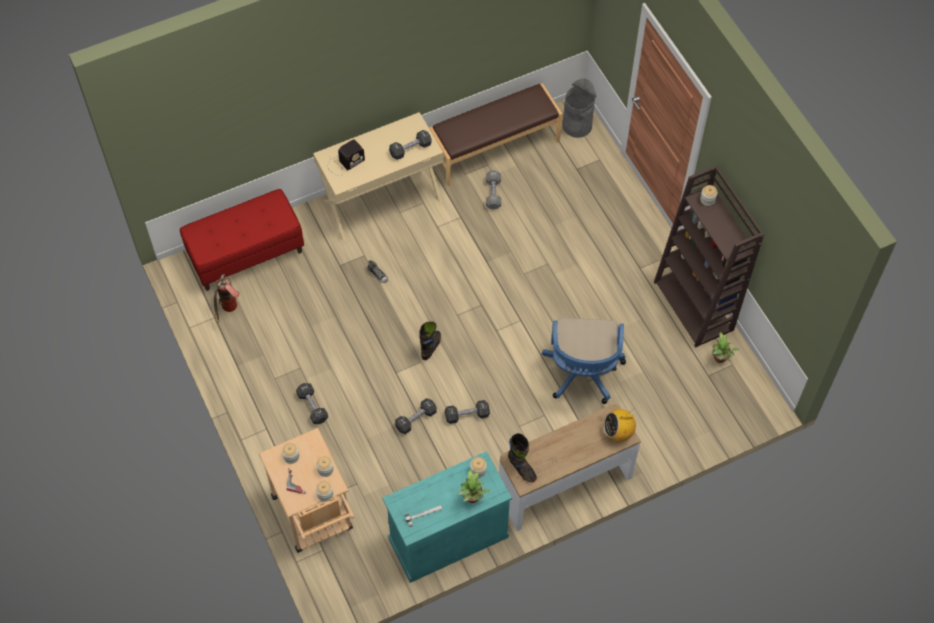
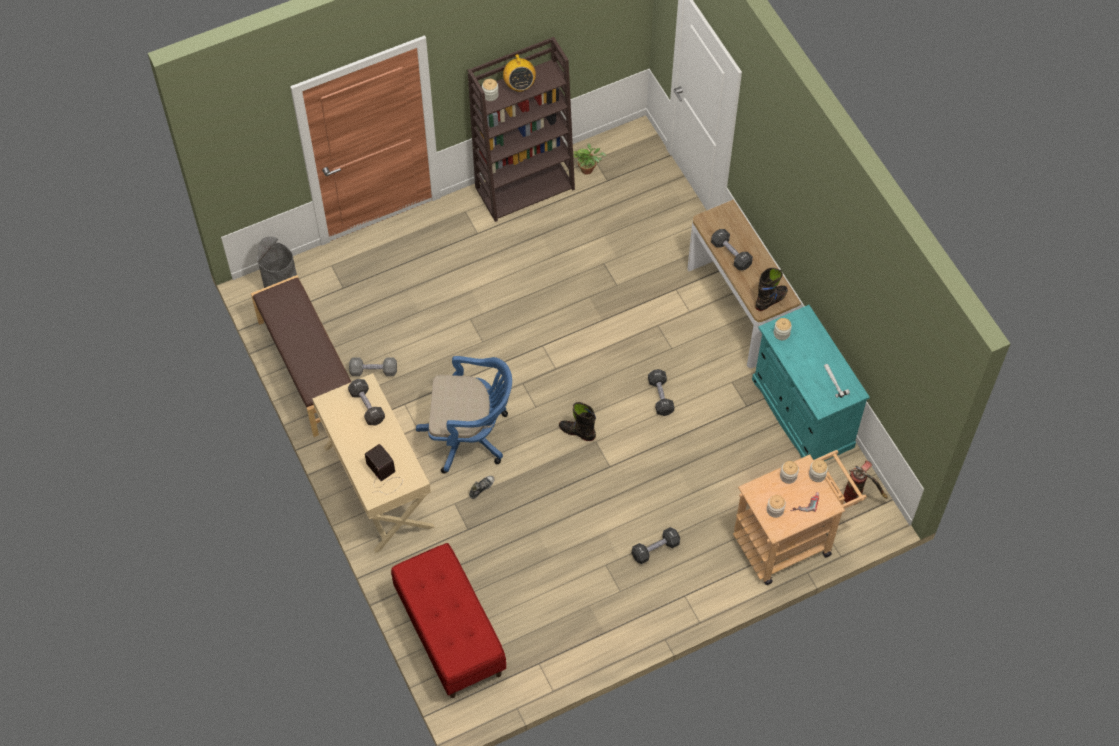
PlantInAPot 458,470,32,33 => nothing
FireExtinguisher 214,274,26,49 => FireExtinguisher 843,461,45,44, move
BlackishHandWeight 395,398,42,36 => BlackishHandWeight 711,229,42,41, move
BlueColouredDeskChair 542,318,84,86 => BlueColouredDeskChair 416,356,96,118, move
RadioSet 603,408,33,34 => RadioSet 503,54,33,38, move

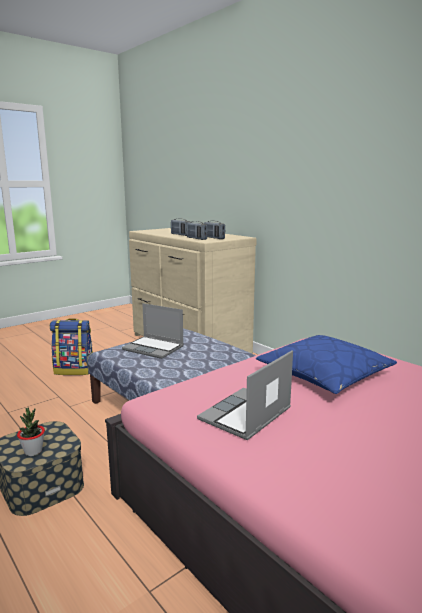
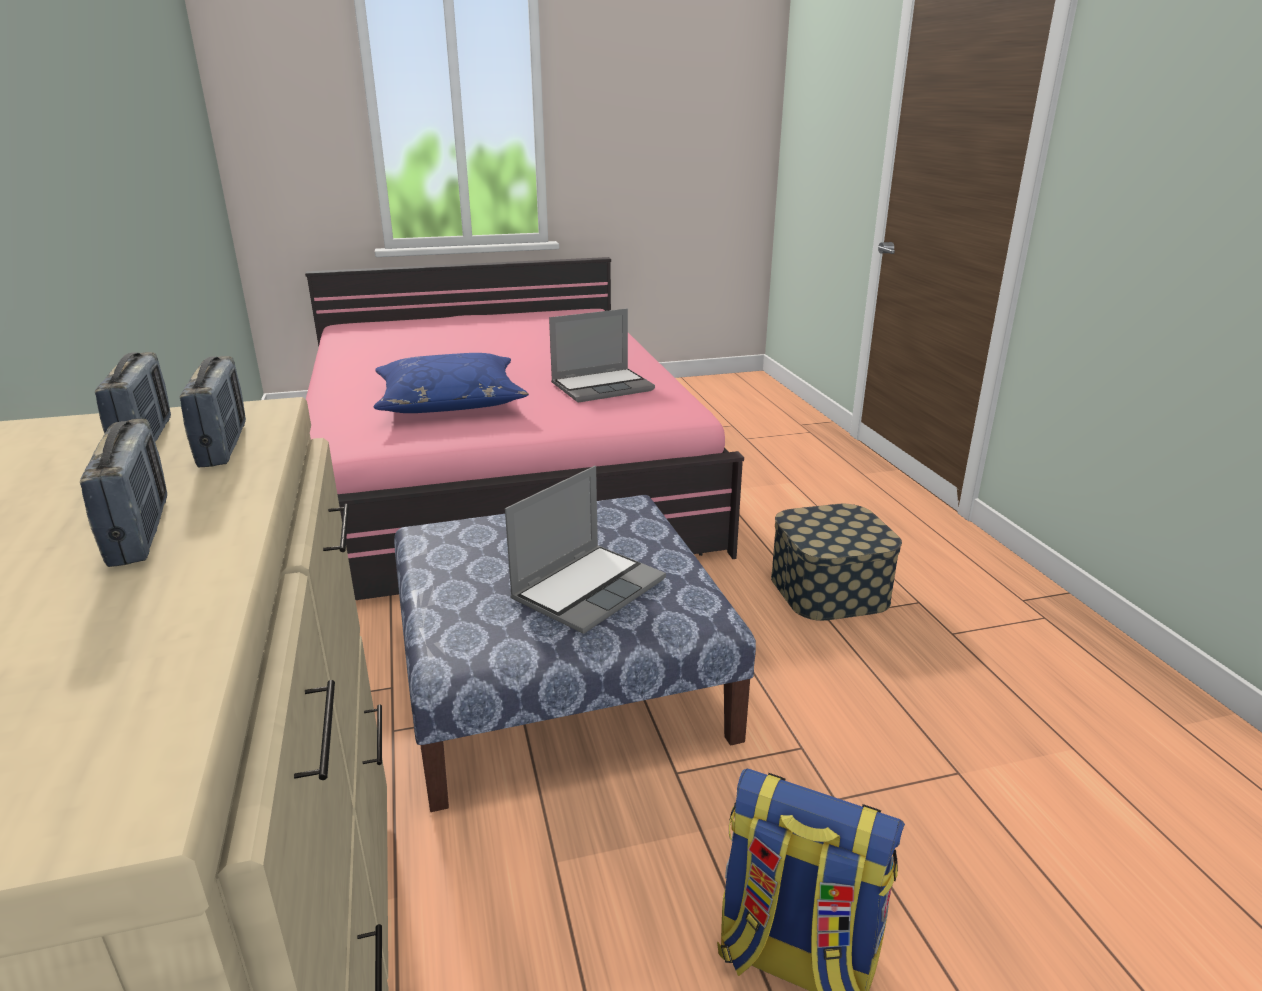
PlantInAPot 17,407,28,49 => nothing
PortableComputer 122,303,62,56 => PortableComputer 505,466,161,168, 75 degrees clockwise

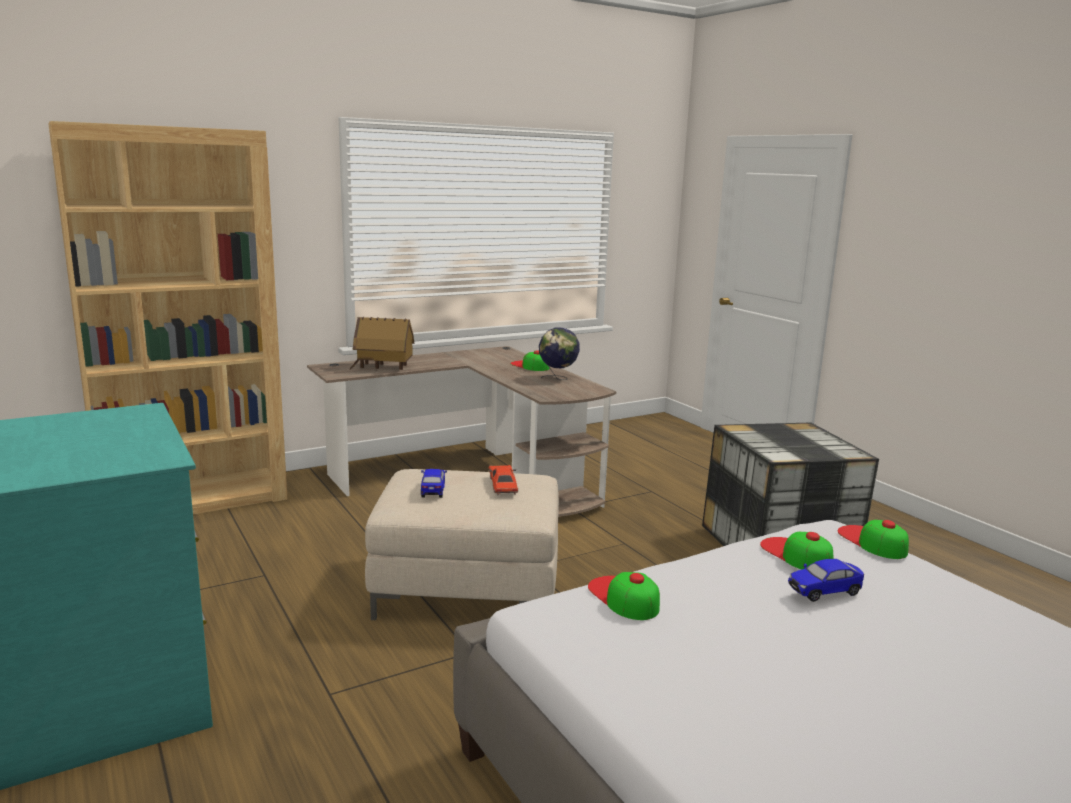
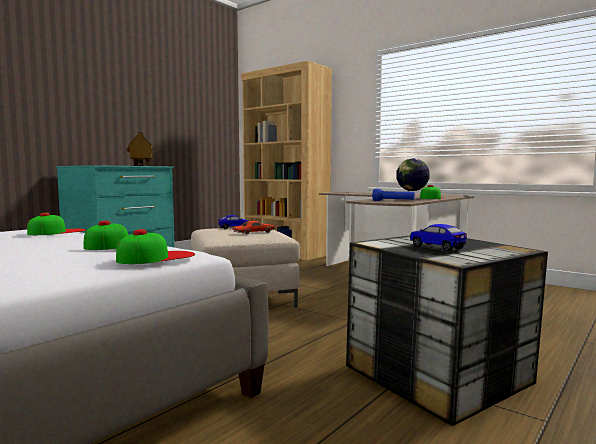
nothing => BlueColouredTorch 372,189,43,12
ToyHouse 349,317,65,53 => ToyHouse 126,132,29,34, move
ToyCar 788,559,76,43 => ToyCar 410,224,57,27, move

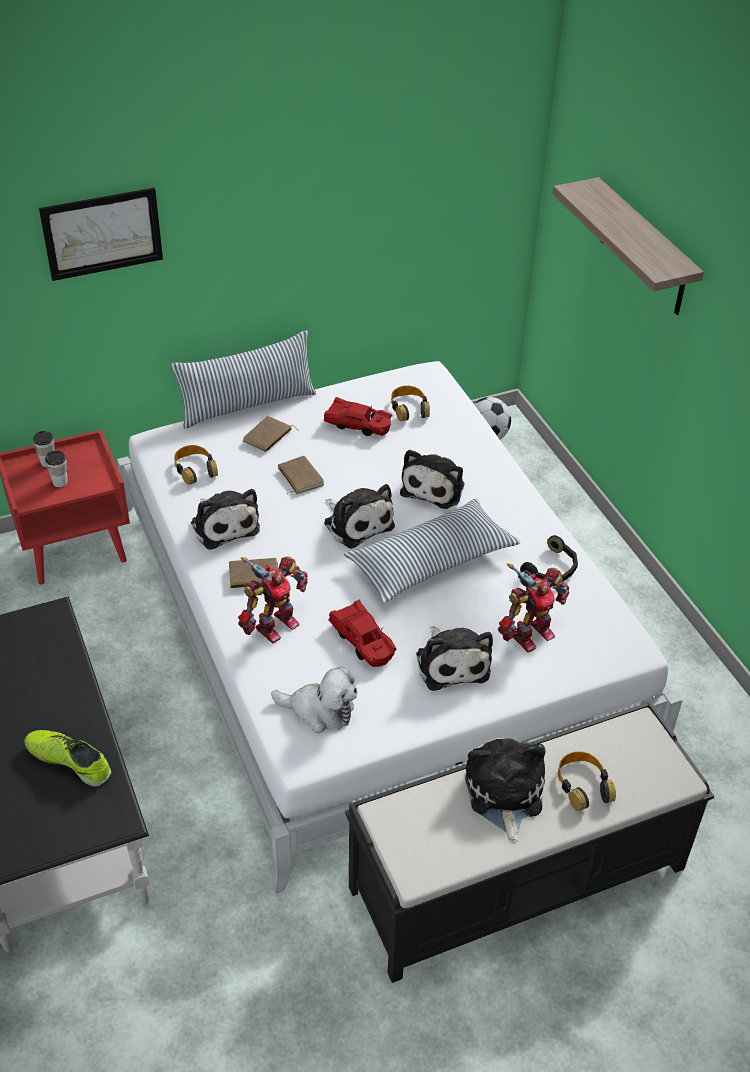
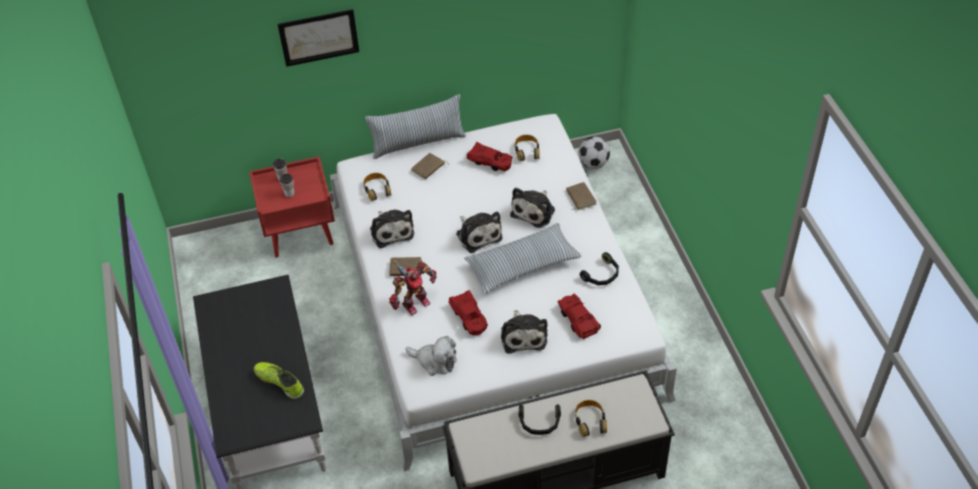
Shelf 552,177,152,138 => nothing
BrownColouredVolume 278,456,46,38 => BrownColouredVolume 566,182,31,28, move
PlushToy 465,738,81,106 => BlackishHeadphones 518,404,43,31
ToyRobot 498,563,72,90 => RedColouredToyCar 558,293,43,46

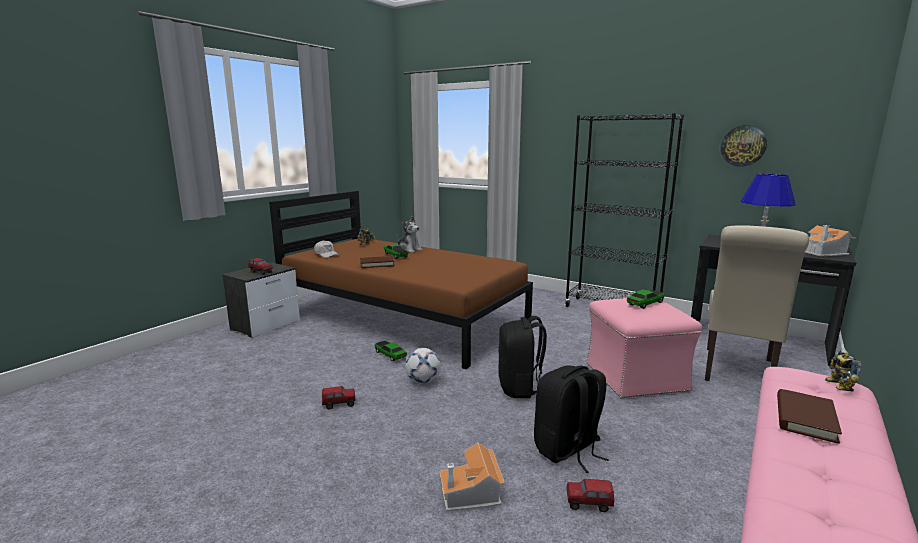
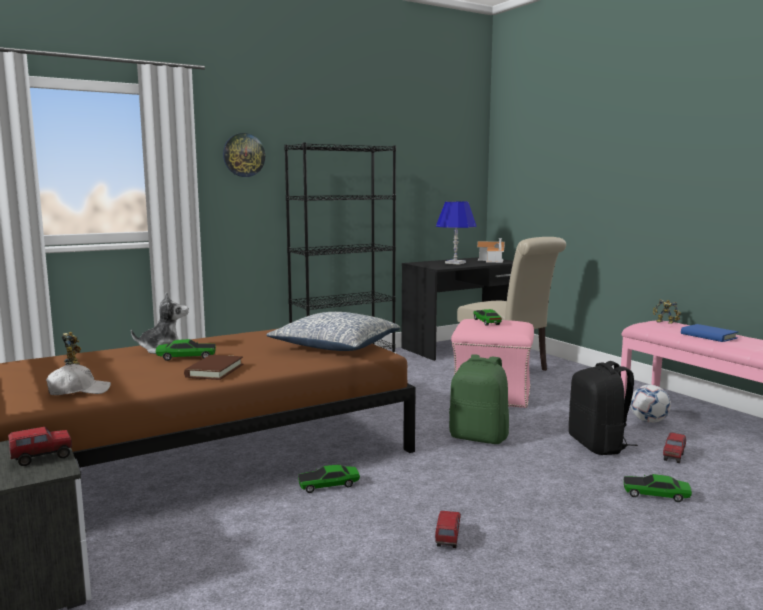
nothing => Cushion 266,312,134,39
FootballBall 405,348,36,36 => FootballBall 630,385,41,38, move
ClockOnTheWall 721,125,46,42 => ClockOnTheWall 223,133,42,44, move
ToyHouse 440,442,65,70 => ToyCar 624,474,68,28
BlackishKnapsack 498,316,49,82 => GreenishKnapsack 449,354,60,90
BrownColouredVolume 777,389,65,55 => BlueColouredVolume 681,324,57,18

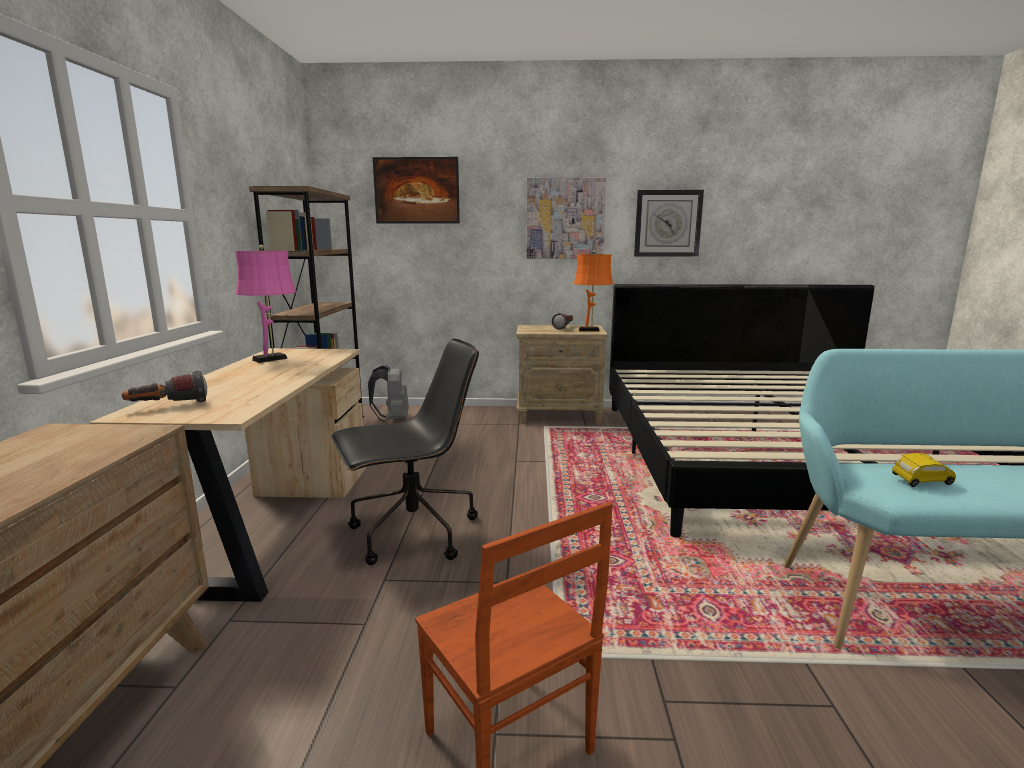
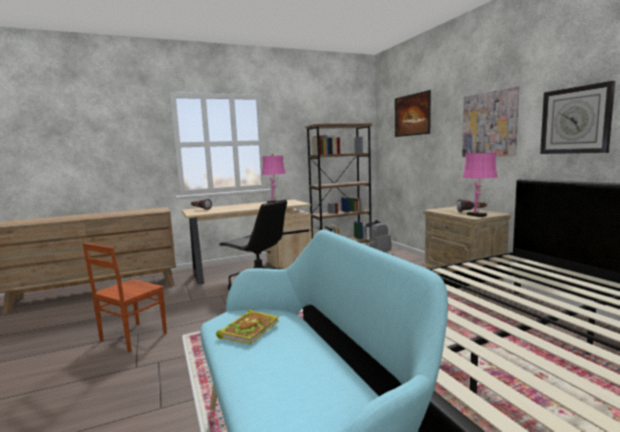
YellowToyCar 892,453,64,34 => Volume 216,309,63,36
OrangeColouredTabletopLamp 574,250,39,82 => PinkColouredTabletopLamp 462,150,36,67

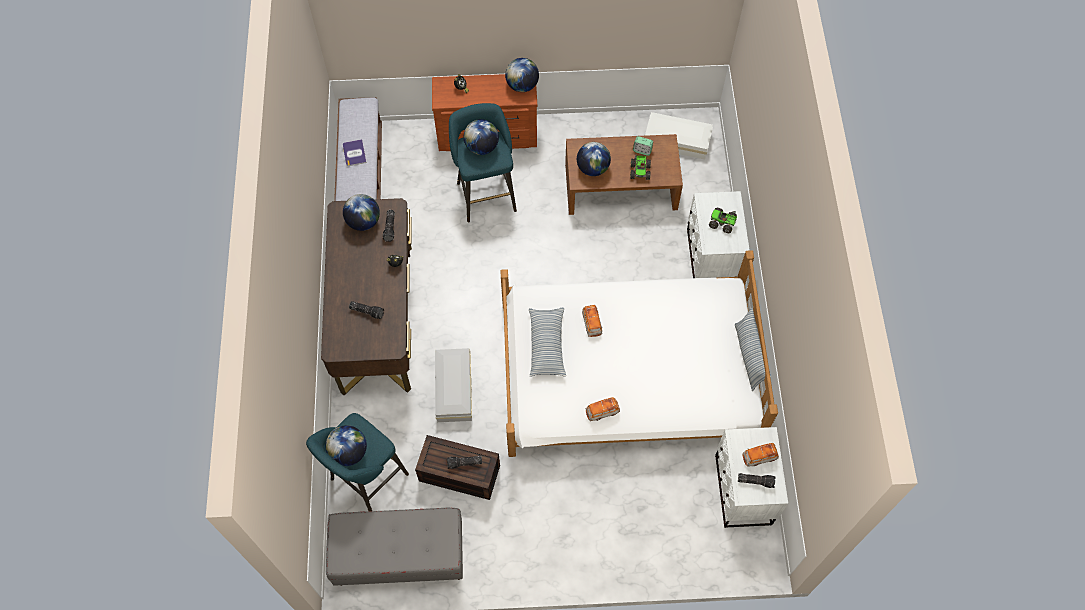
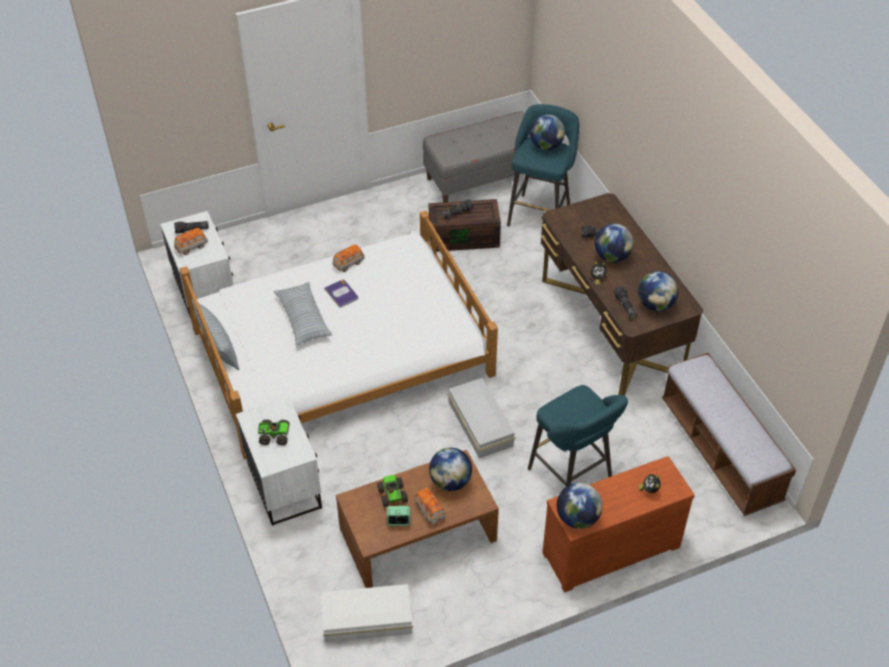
Volume 343,139,24,27 => Volume 324,280,34,28, move
WhiteColouredStorageBox 435,348,37,74 => WhiteColouredStorageBox 448,378,67,80, move
Globe 464,119,35,36 => Globe 594,224,40,38, move
Cushion 529,308,37,69 => Cushion 274,282,58,63, move
ToyCar 582,305,20,32 => ToyCar 414,488,32,37, move

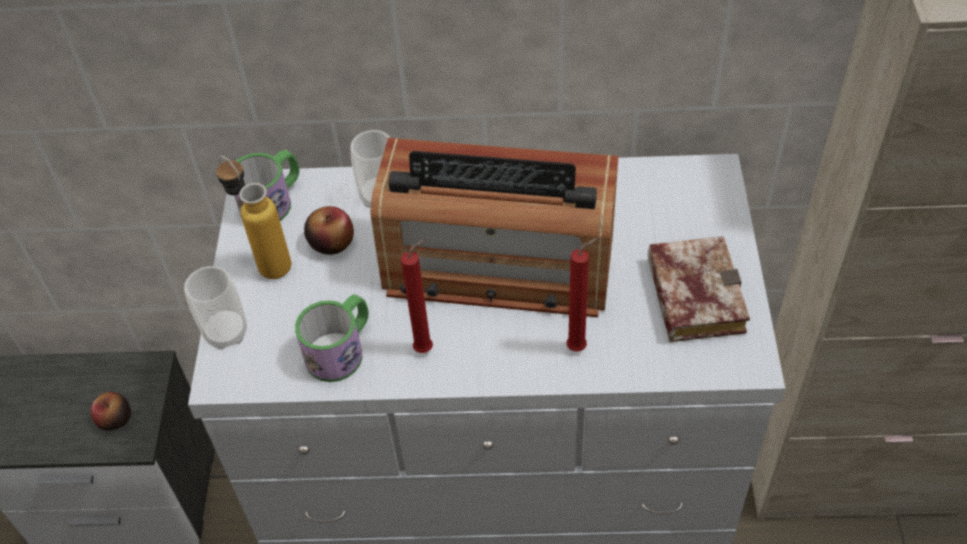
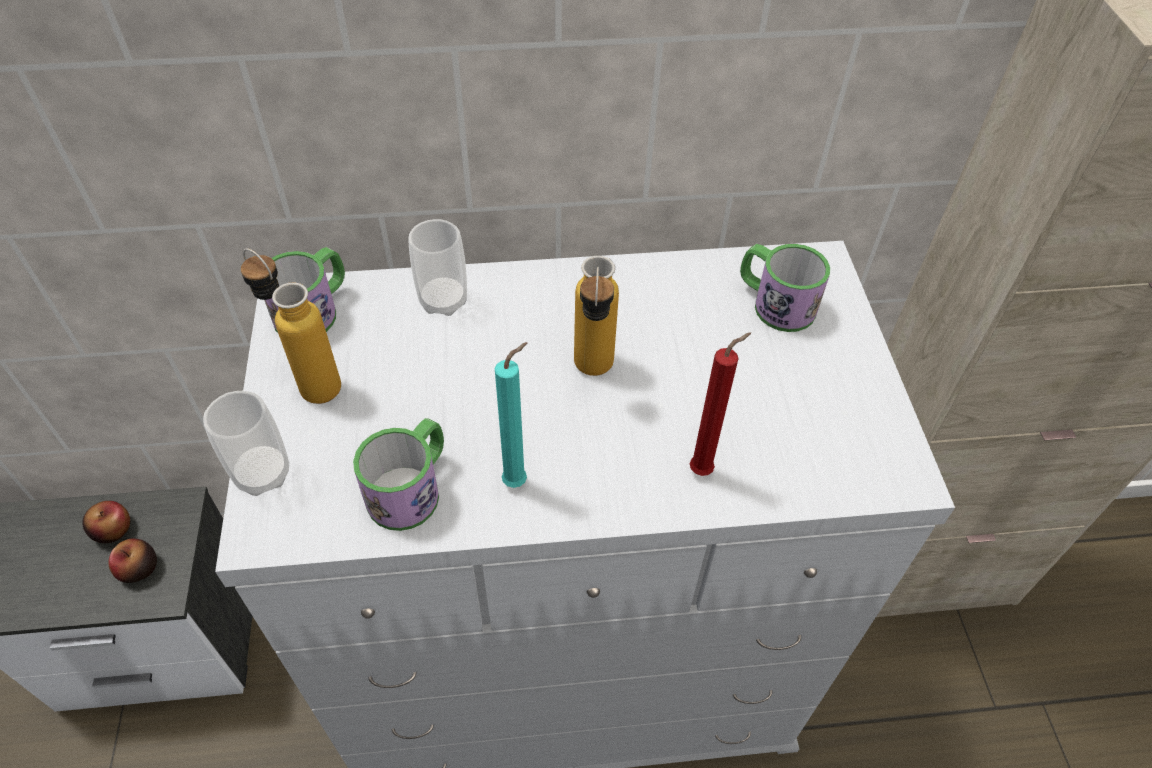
Volume 648,236,102,106 => nothing
nothing => TeaMug 740,244,90,88
WholeApple 304,206,50,49 => WholeApple 82,501,48,42, move
RadioSet 371,138,247,179 => BeverageBottle 574,256,45,120
RedColouredWaxCandle 401,239,32,114 => BlueGreenWaxCandle 495,342,33,146

